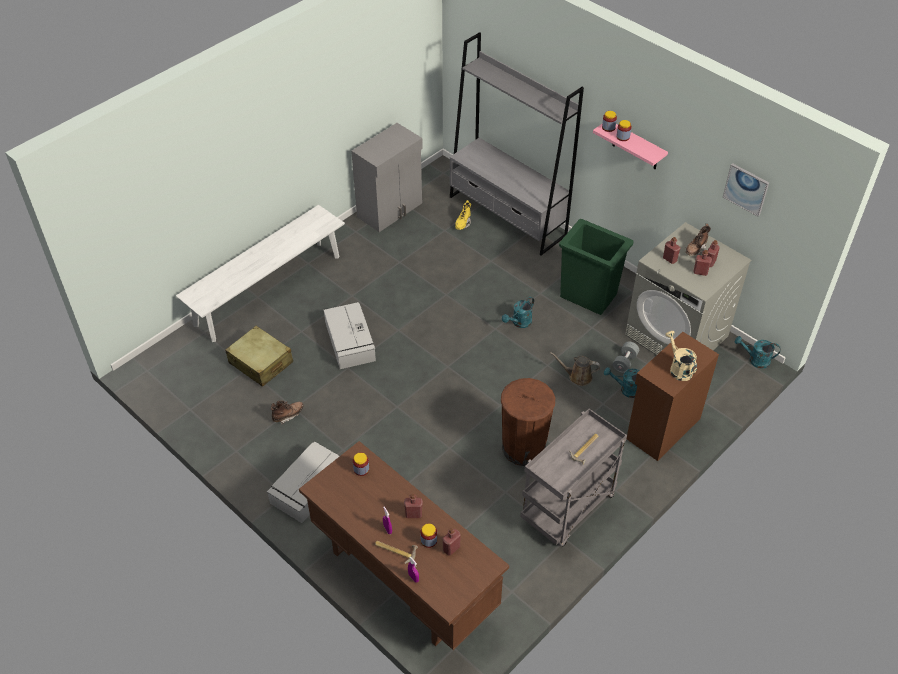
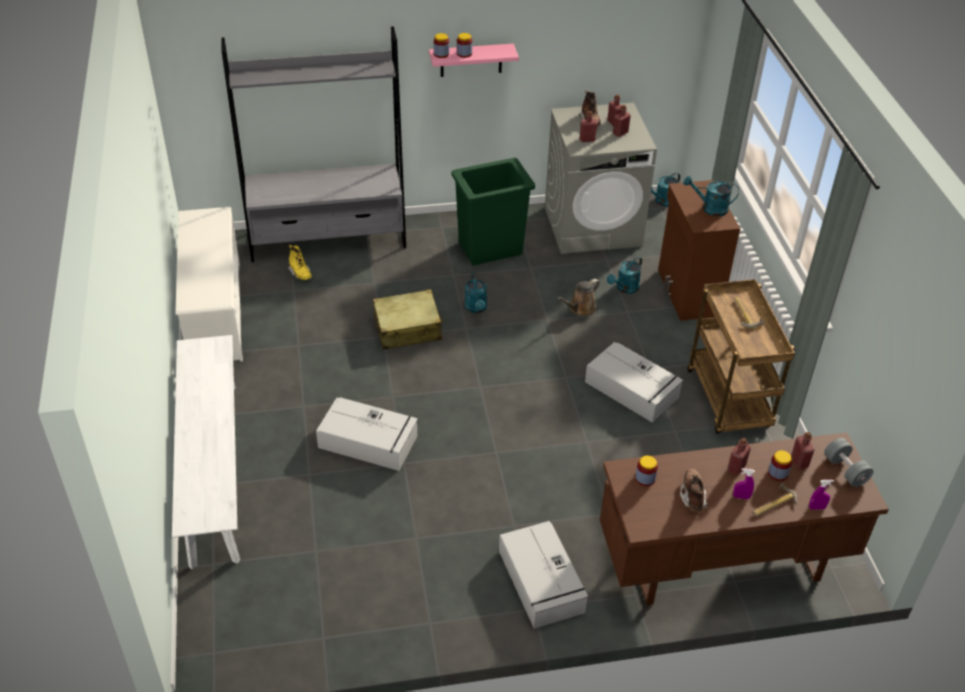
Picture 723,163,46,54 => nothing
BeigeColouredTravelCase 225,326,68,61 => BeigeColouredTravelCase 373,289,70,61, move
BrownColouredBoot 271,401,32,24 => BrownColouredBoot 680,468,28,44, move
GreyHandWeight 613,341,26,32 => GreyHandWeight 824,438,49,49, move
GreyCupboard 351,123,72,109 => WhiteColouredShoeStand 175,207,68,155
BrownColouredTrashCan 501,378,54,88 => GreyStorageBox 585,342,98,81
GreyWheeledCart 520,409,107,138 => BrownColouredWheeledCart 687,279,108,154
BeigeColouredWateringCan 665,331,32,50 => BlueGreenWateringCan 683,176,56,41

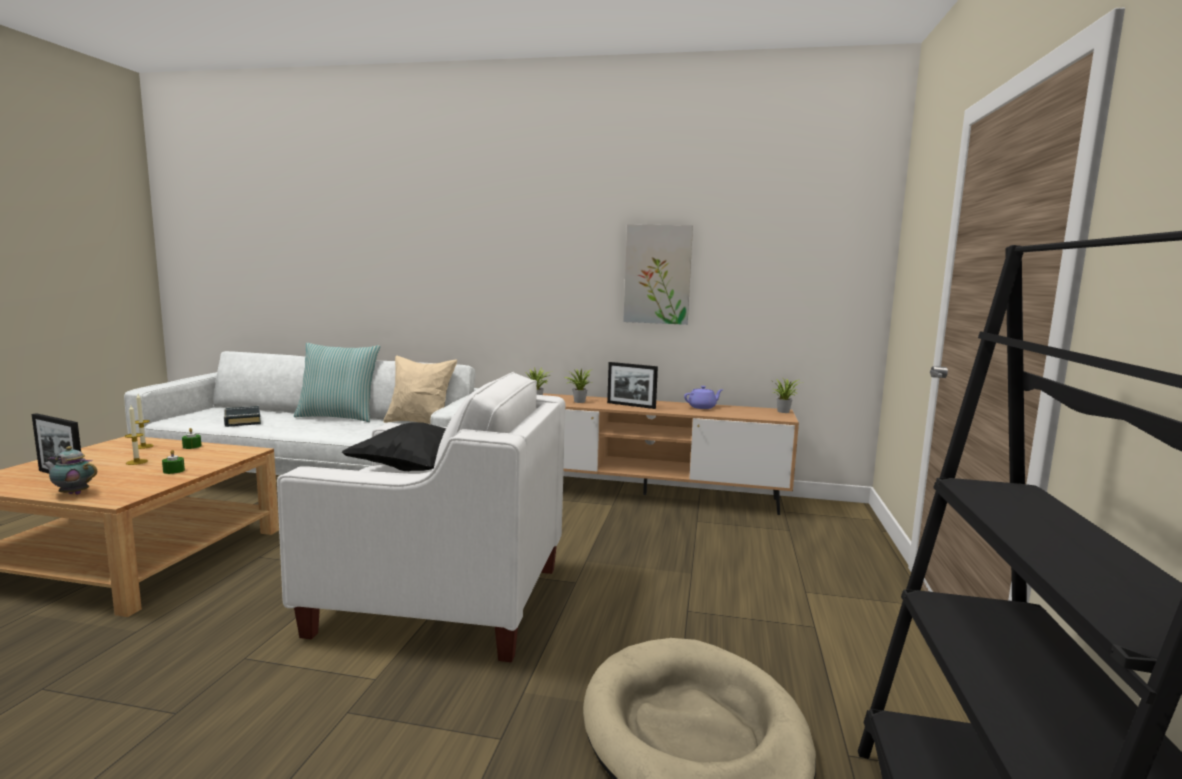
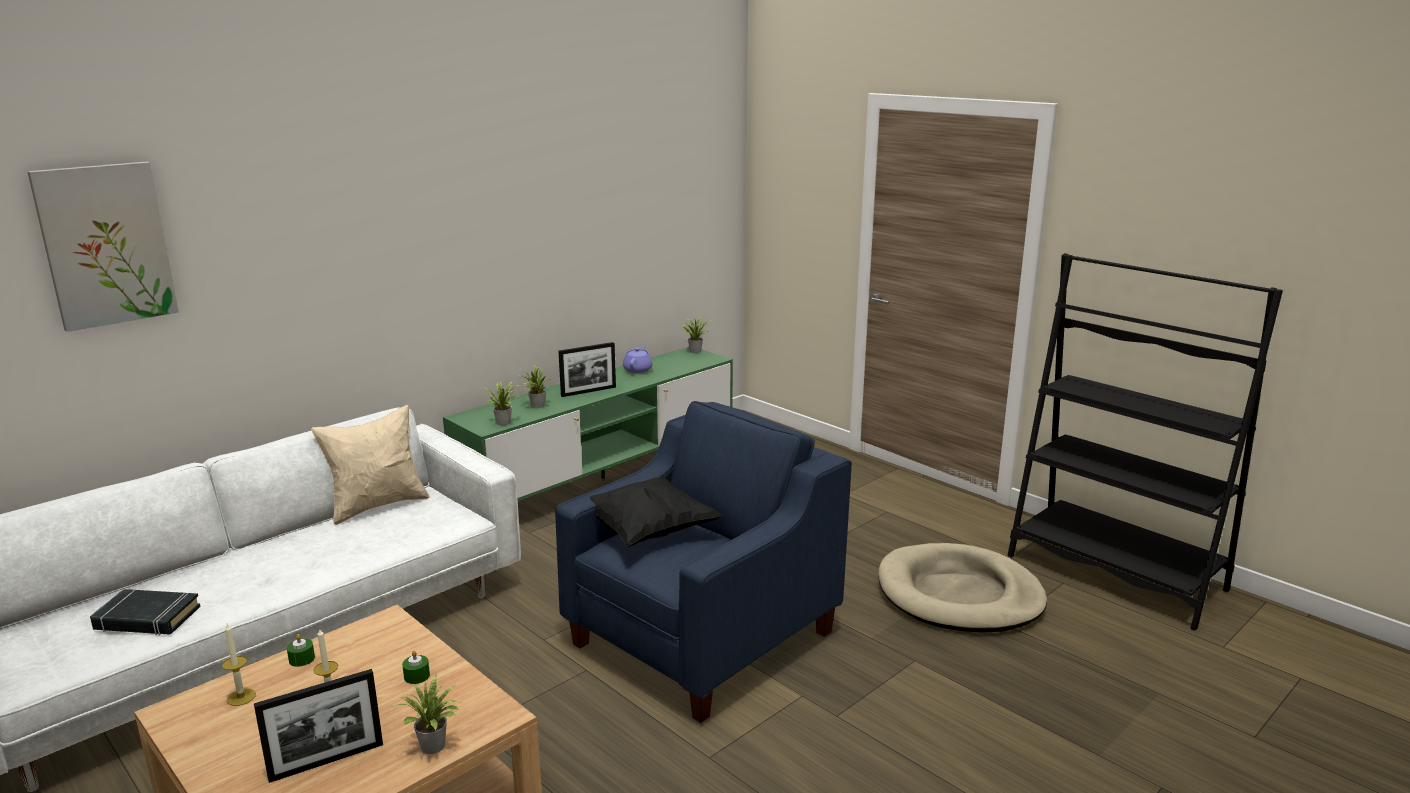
Cushion 294,343,86,79 => nothing
Picture 623,224,70,101 => Picture 27,162,152,170, move
TeaPot 43,446,54,49 => PlantInAPot 393,674,69,80
WhiteColouredArmchair 277,372,288,290 => BlueColouredArmchair 555,401,297,322
BrownColouredMediaConsole 543,393,256,122 => GreenishMediaConsole 443,347,290,154

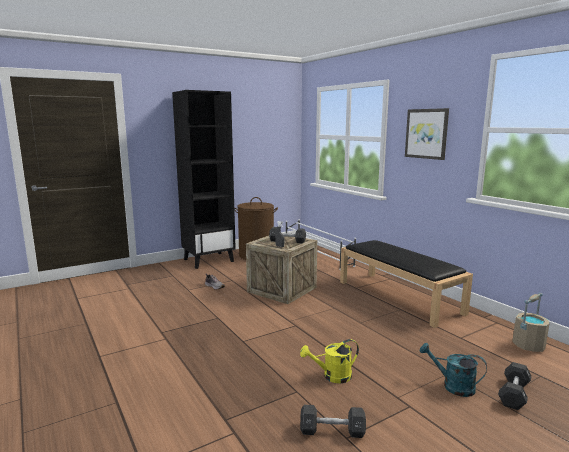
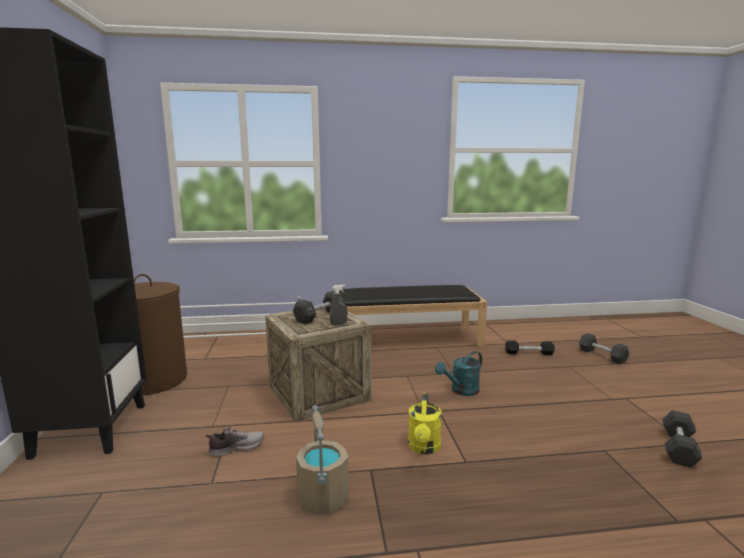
Picture 405,108,44,52 => nothing
nothing => BlackishHandWeight 505,340,50,15
YellowWateringCan 300,339,59,44 => YellowWateringCan 408,393,34,61, move
BlueGreenWateringCan 420,343,67,54 => BlueGreenWateringCan 435,351,47,45, move
BeigeColouredBucket 512,293,38,59 => BeigeColouredBucket 296,405,53,109, move

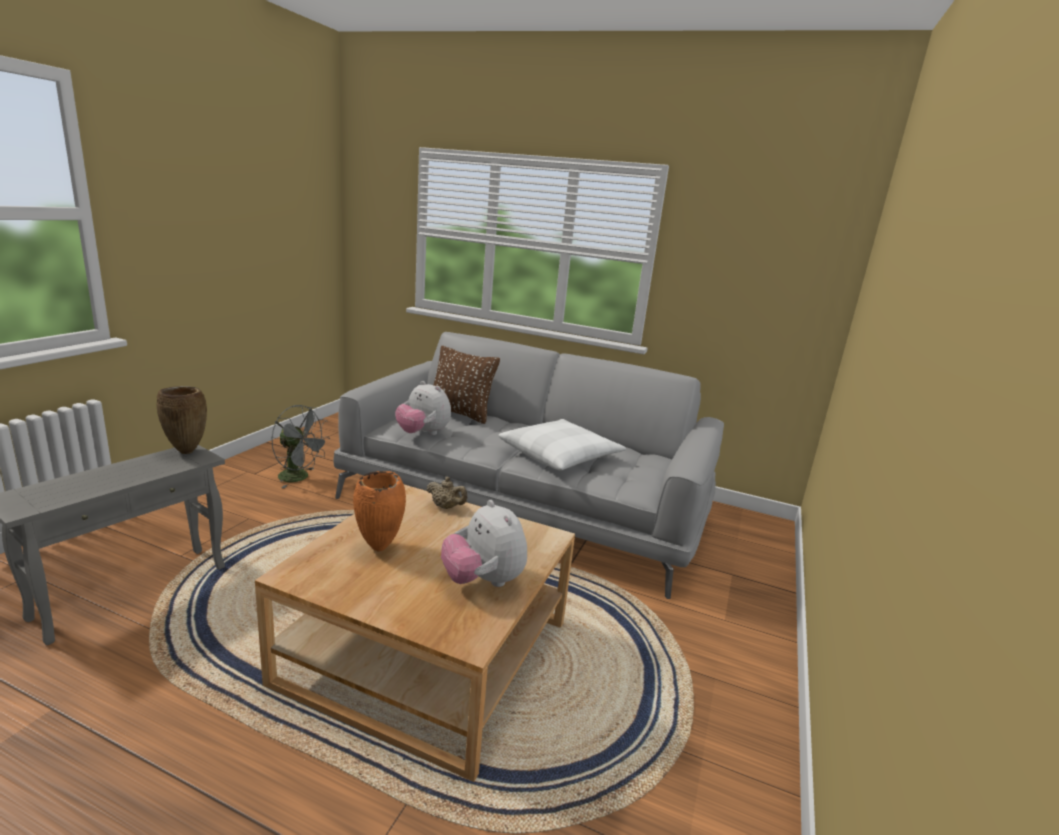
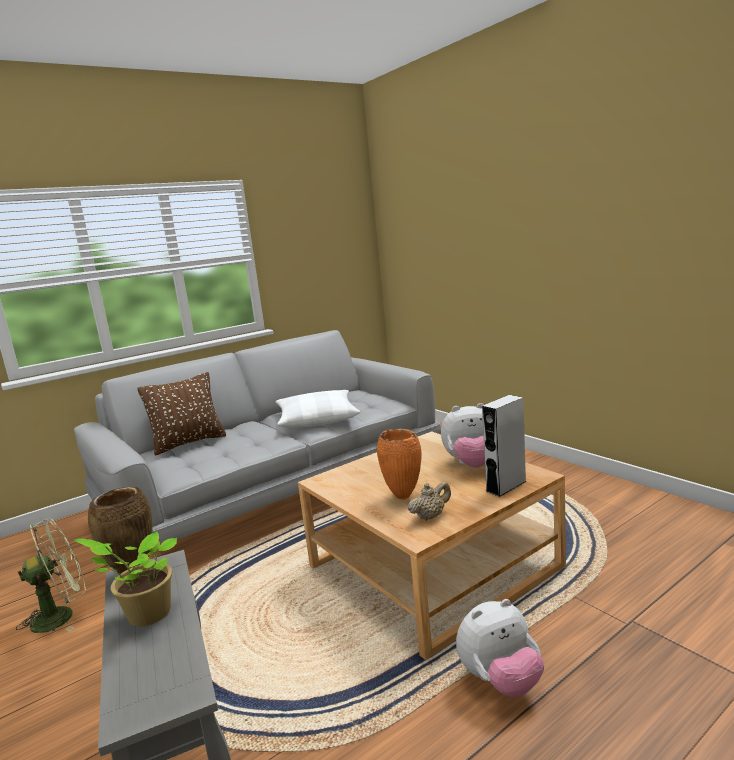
nothing => PlantInAPot 74,531,103,96
nothing => GreySpeaker 482,395,45,102
PlushToy 395,381,56,54 => PlushToy 456,599,88,98, move
BeigeColouredTeaPot 426,477,41,32 => BeigeColouredTeaPot 408,482,43,39, move
GreyCoolingFan 271,405,59,83 => GreenishCoolingFan 16,518,70,115

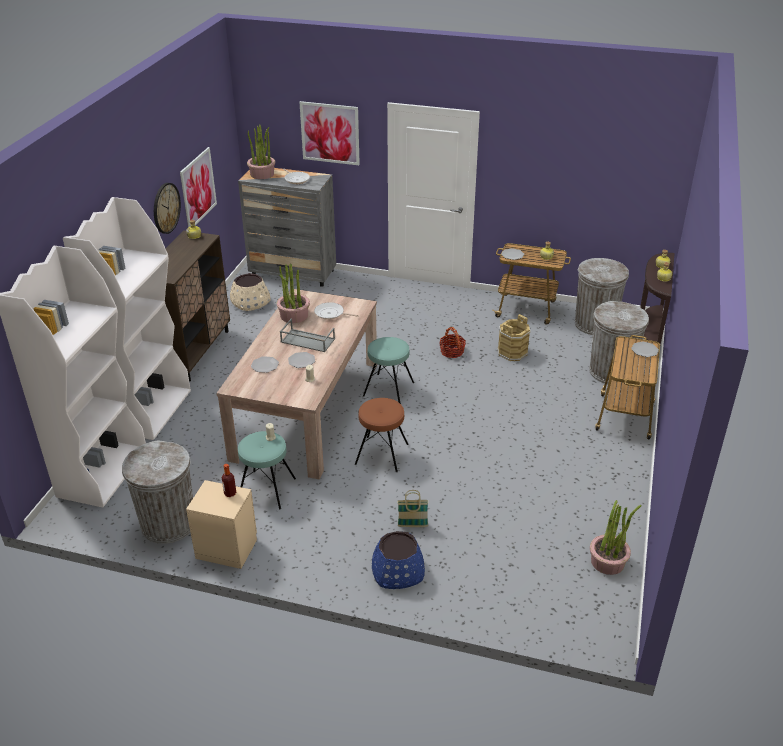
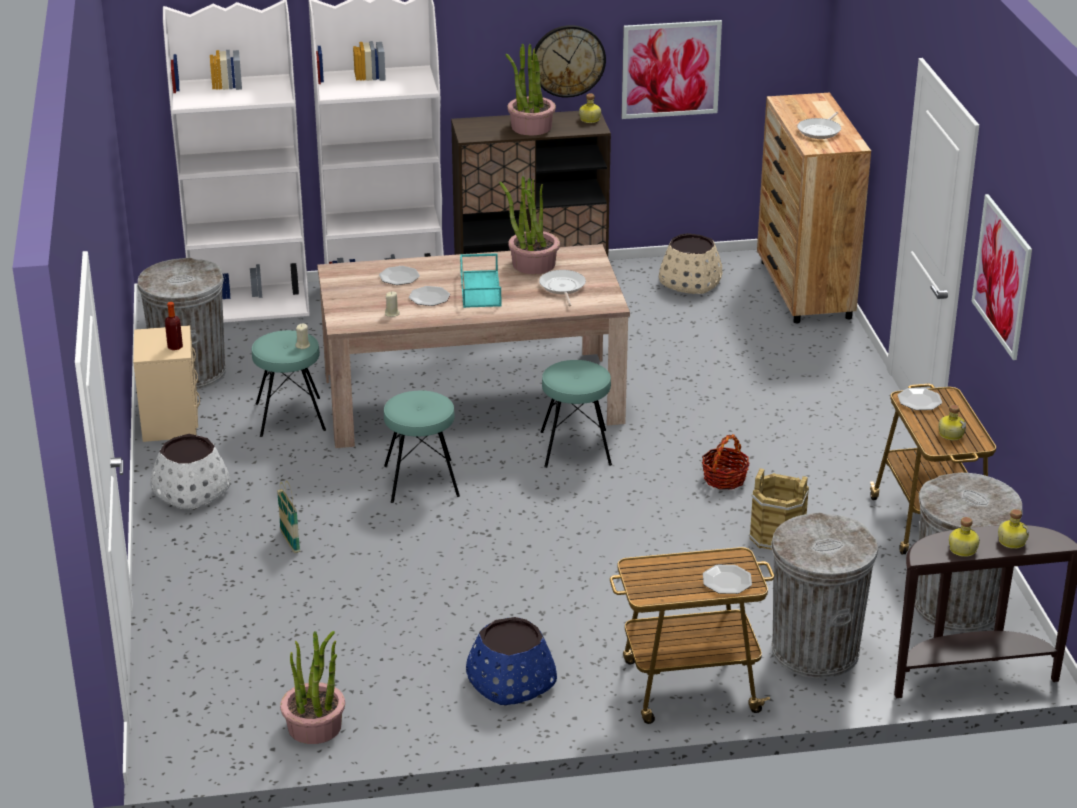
nothing => WhiteColouredFlowerPot 150,434,81,76
PlantInAPot 247,124,28,55 => PlantInAPot 506,44,50,92, move
Picture 299,101,61,64 => Picture 972,194,60,166, move
BlueColouredFlowerPot 372,531,53,58 => BlueColouredFlowerPot 466,617,91,88, move
GreyDrawerChest 238,168,98,119 => BrownColouredDrawerChest 757,93,114,230
GreyServingTray 280,319,55,33 => BlueGreenServingTray 460,253,42,55
BrownColouredStool 355,398,54,74 => BlueGreenStool 384,390,76,113

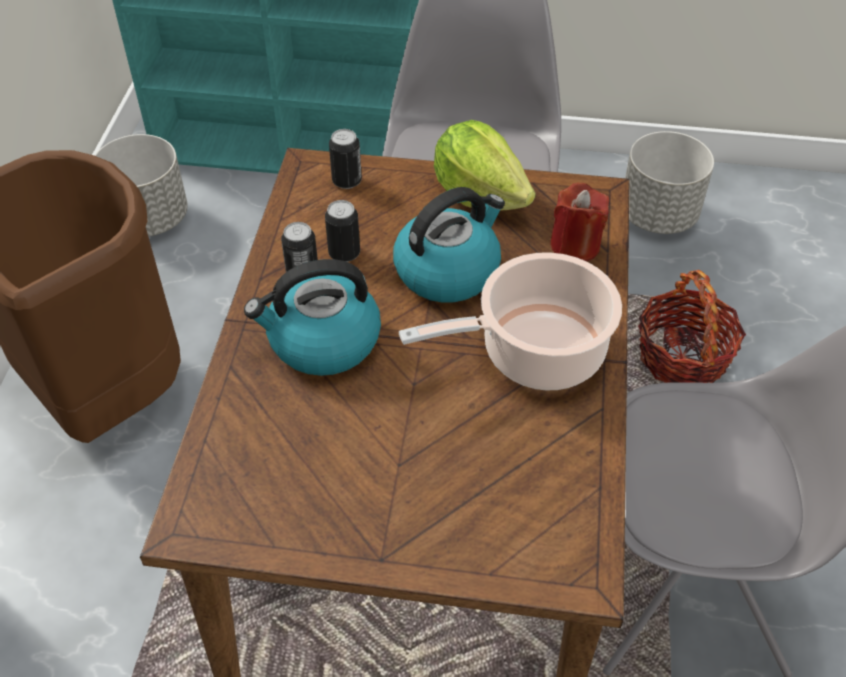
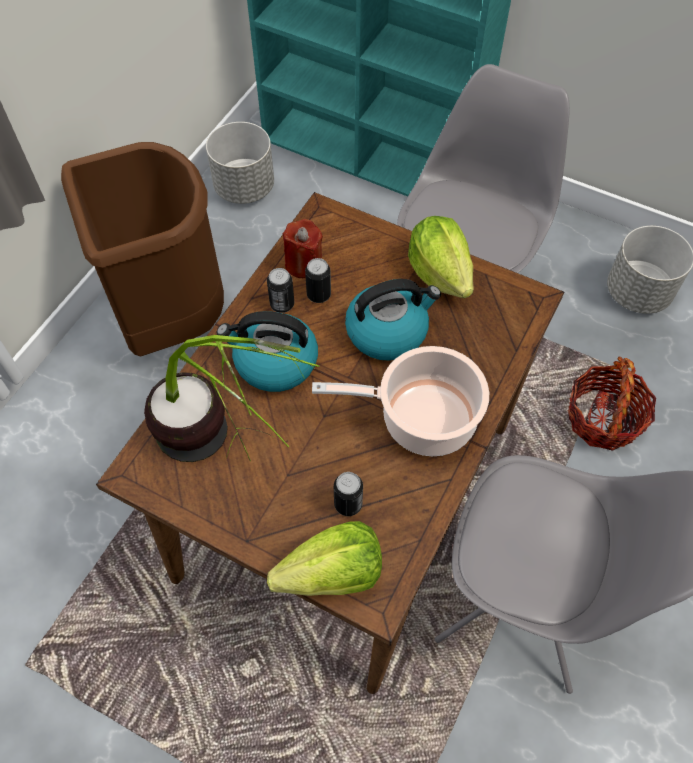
nothing => PlantInAPot 144,335,175,127
nothing => Lettuce 267,521,115,75
SealedCan 329,129,33,60 => SealedCan 334,472,29,44, move
RedColouredWaxCandle 550,182,59,79 => RedColouredWaxCandle 283,219,40,59, move

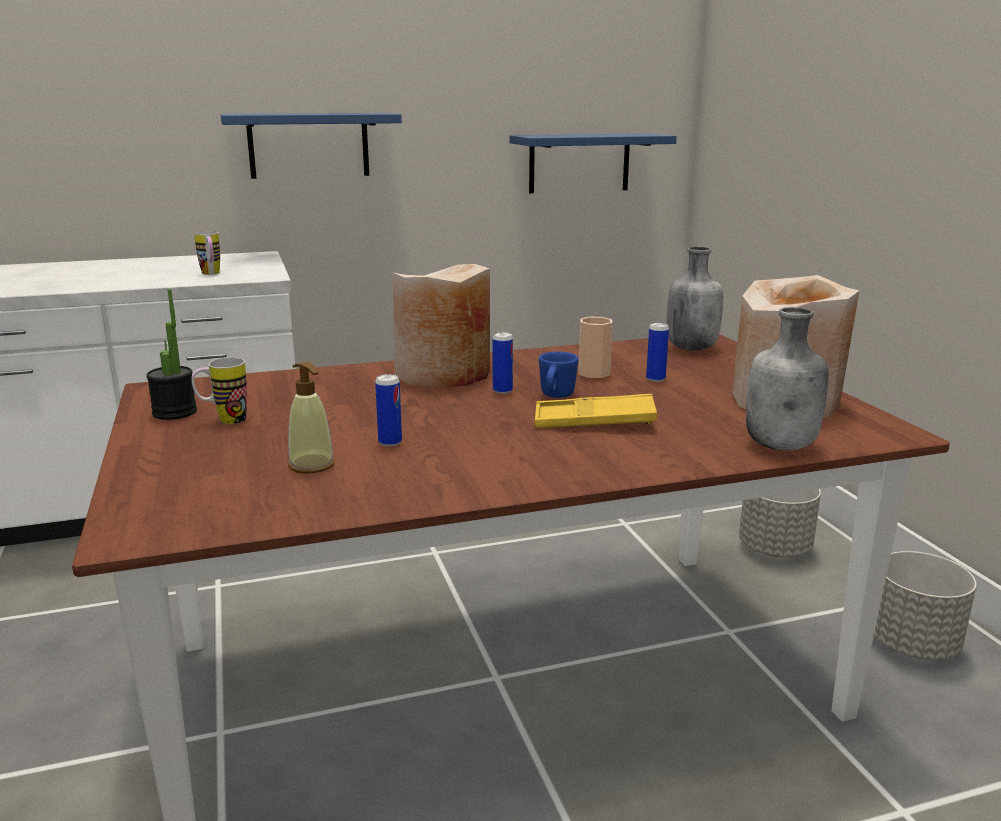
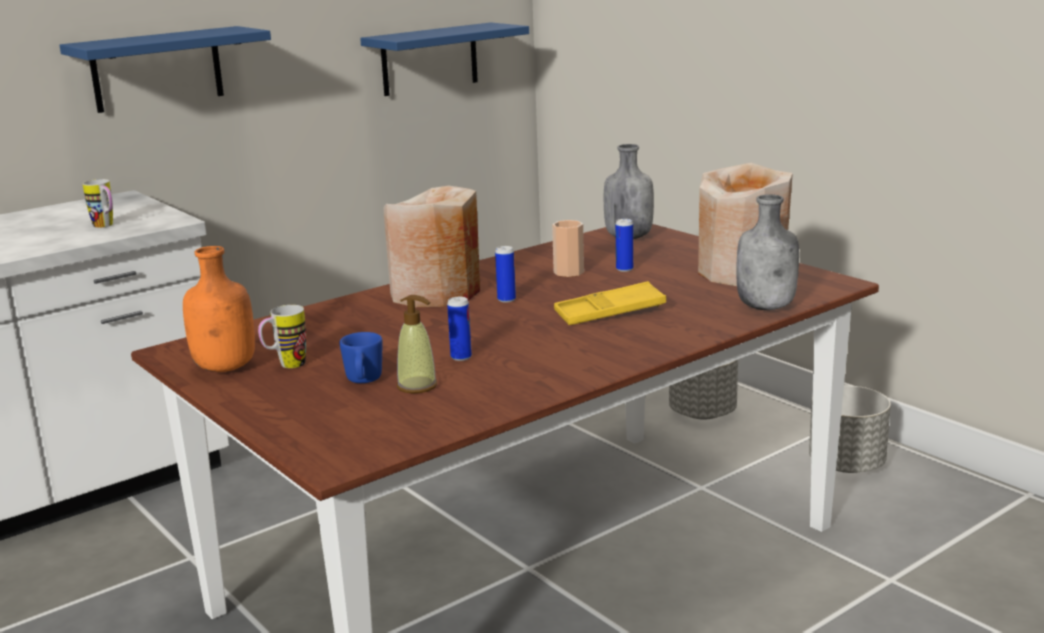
BlueColouredTeaMug 539,351,39,47 => BlueColouredTeaMug 339,332,44,51, move
PlantInAPot 146,289,51,131 => OrangeColouredBeverageBottle 183,246,72,126

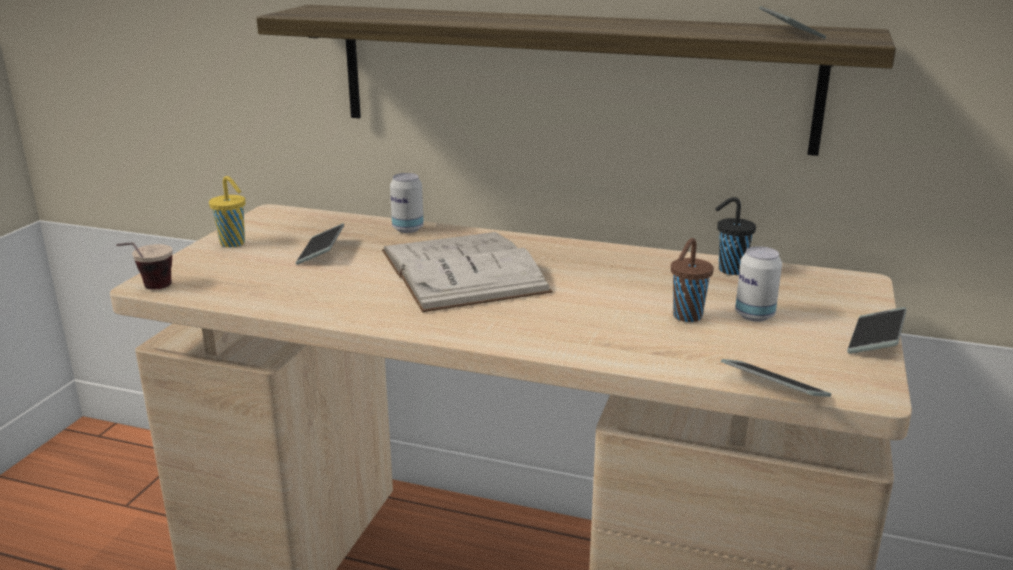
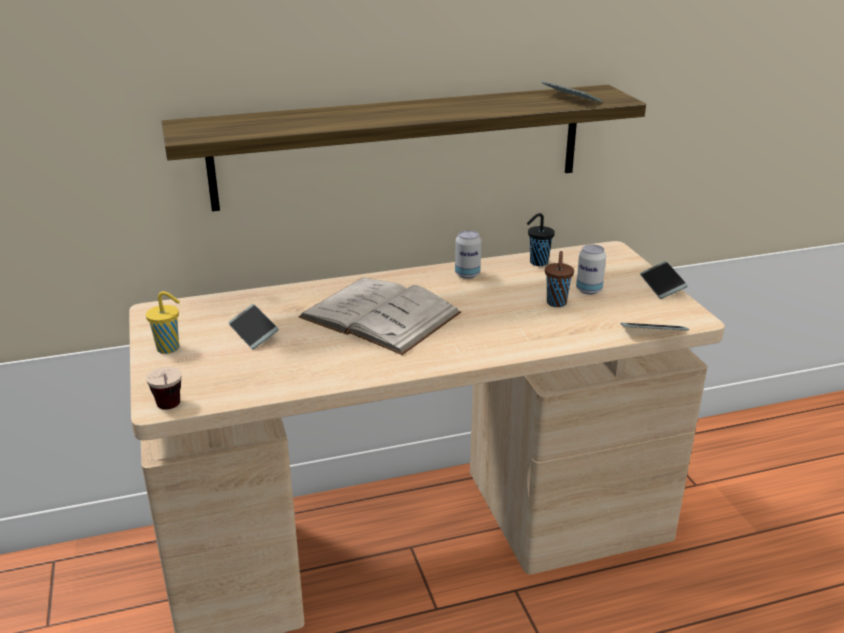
SealedCan 390,173,34,60 => SealedCan 455,230,26,49, move

